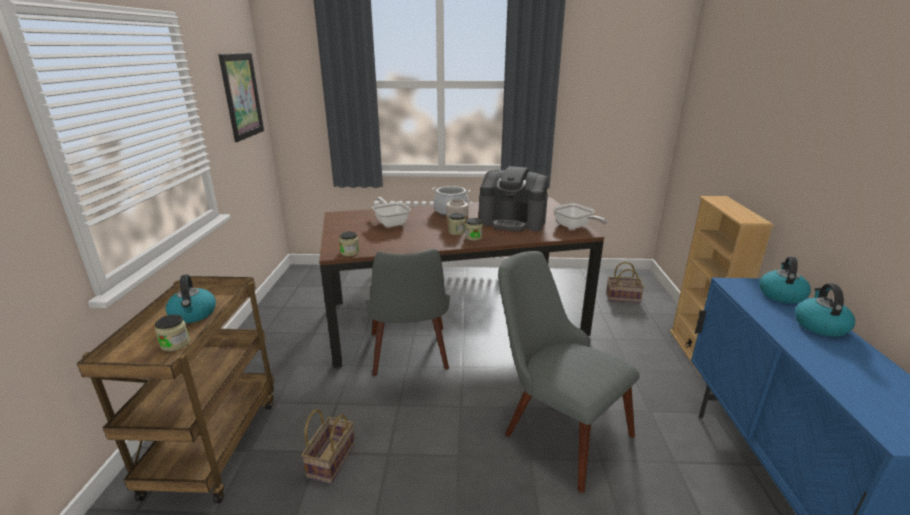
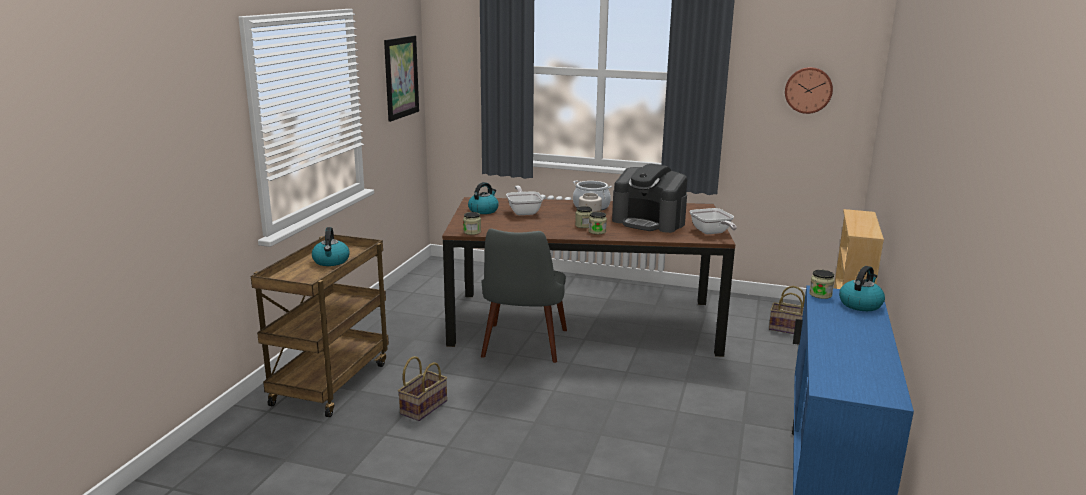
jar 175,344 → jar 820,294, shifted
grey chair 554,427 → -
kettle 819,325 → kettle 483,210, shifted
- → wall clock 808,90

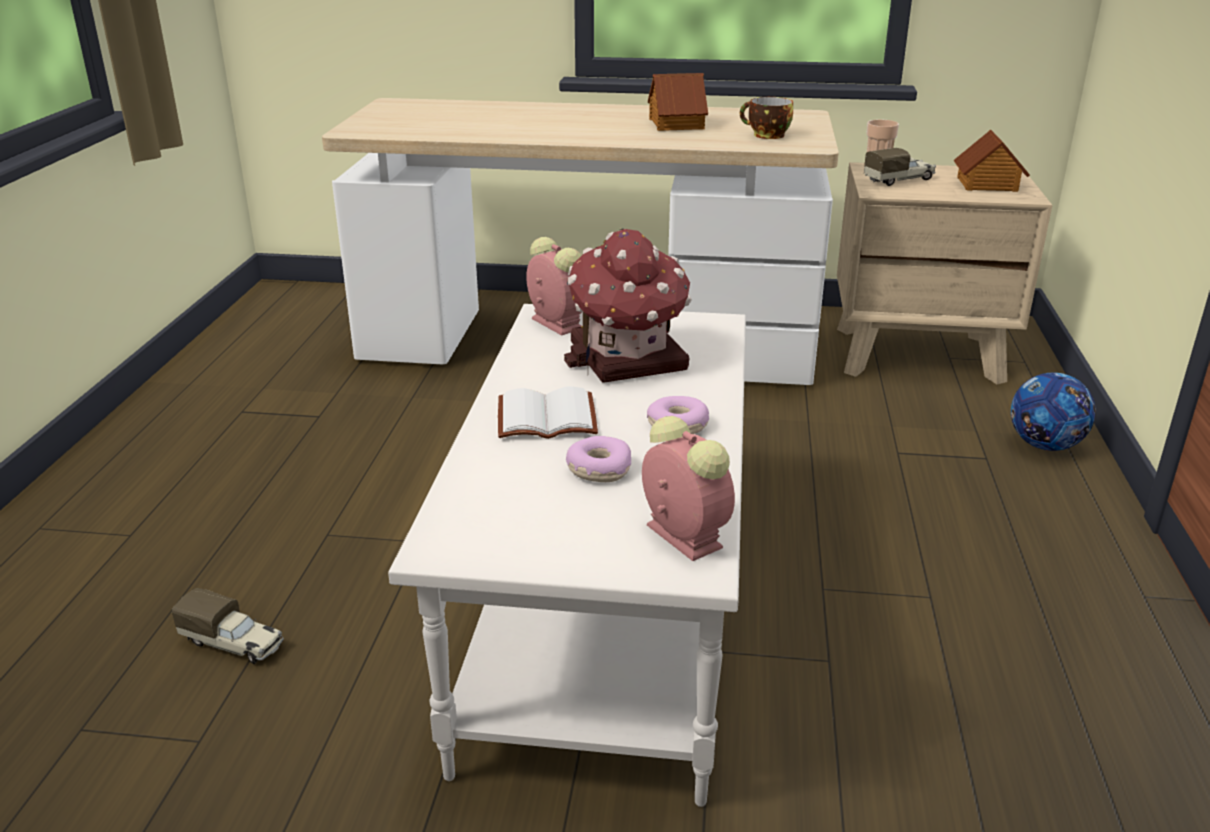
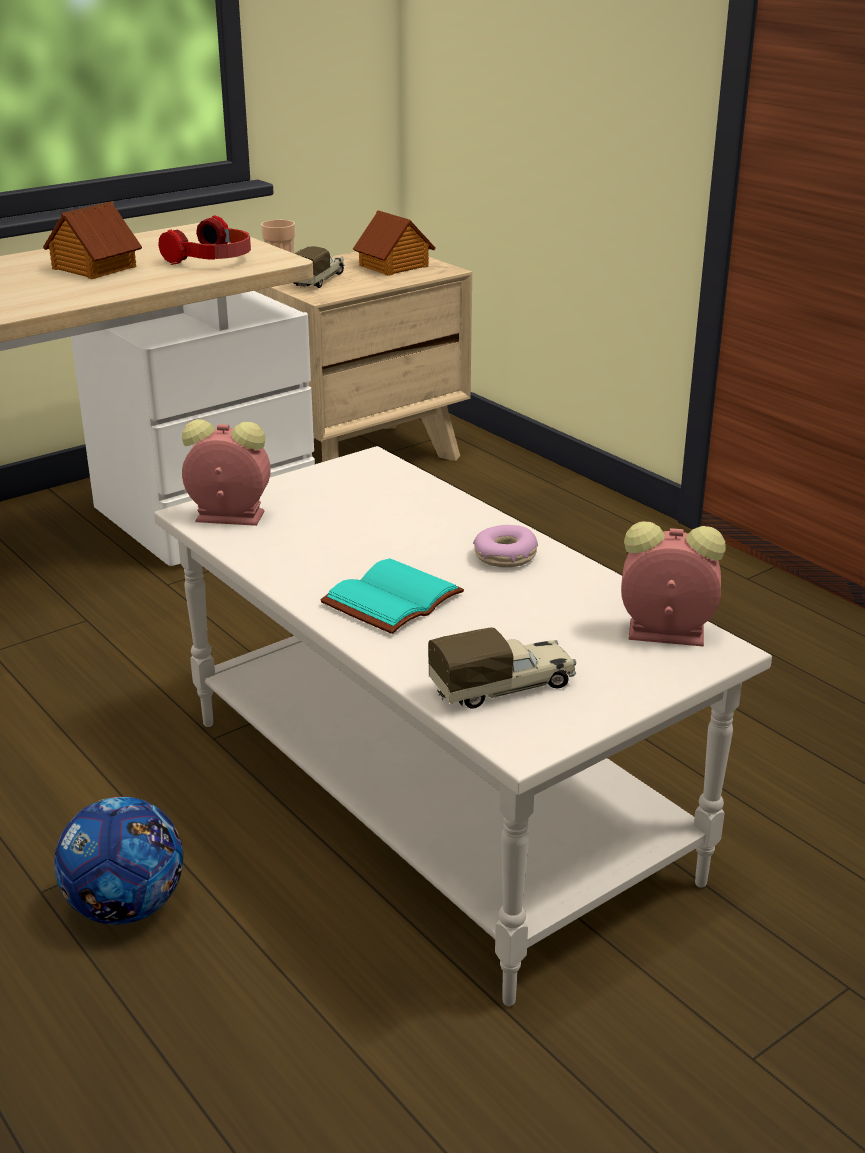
toy truck 234,644 → toy truck 504,687, shifted
white book 548,416 → turquoise book 391,598
toy house 628,358 → -
donut 598,469 → -
cup 766,136 → headphones 213,259
football 1044,445 → football 126,907, shifted

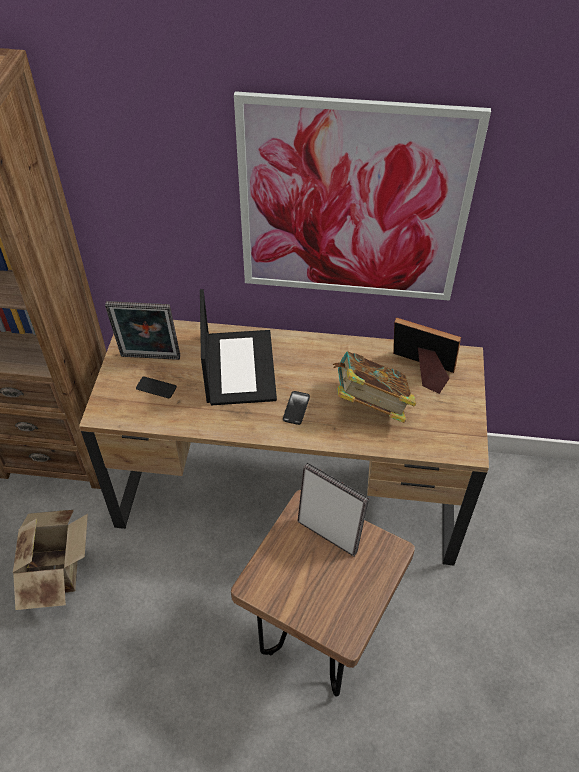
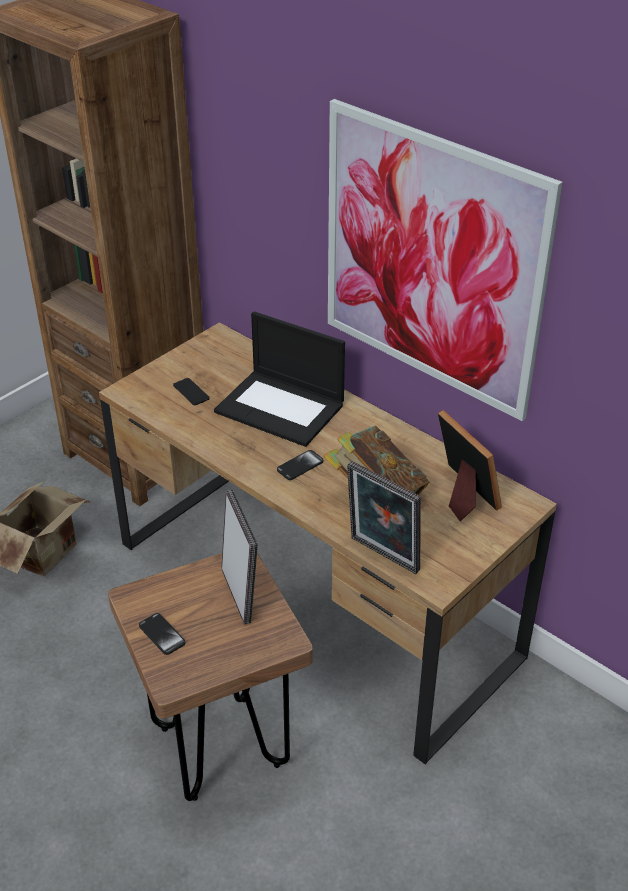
picture frame 150,359 → picture frame 382,557, shifted
laptop 238,366 → laptop 281,408, 90 degrees clockwise
- → phone 162,635

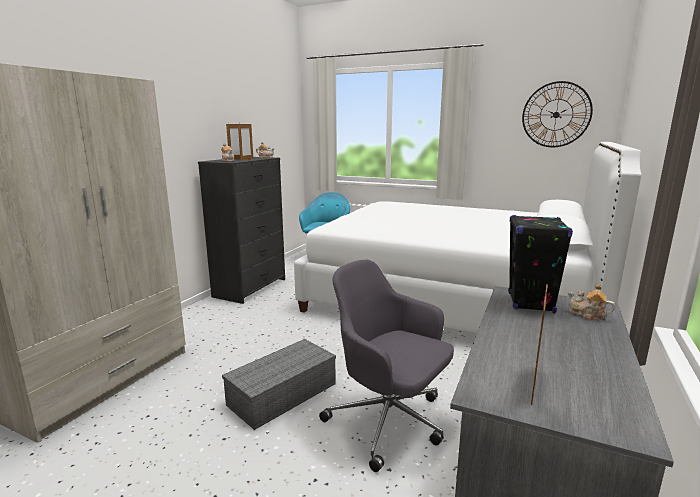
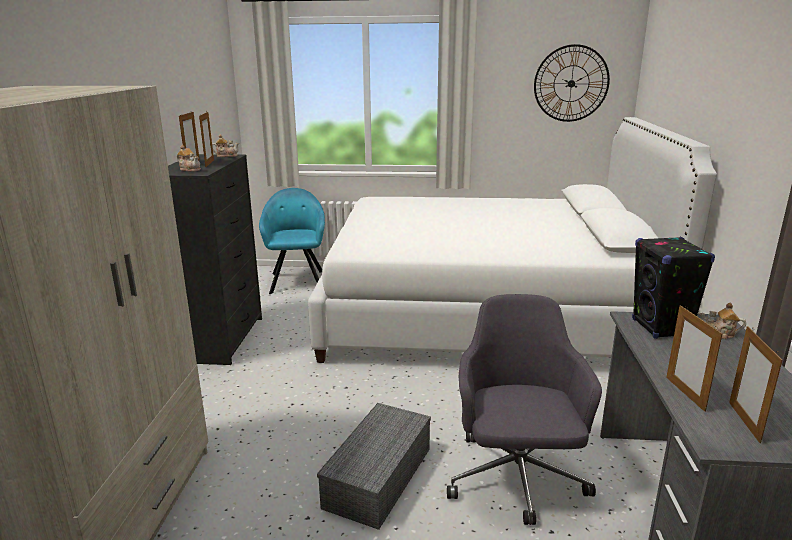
grey office chair 389,421 → grey office chair 516,479, 75 degrees clockwise
- → picture frame 685,393

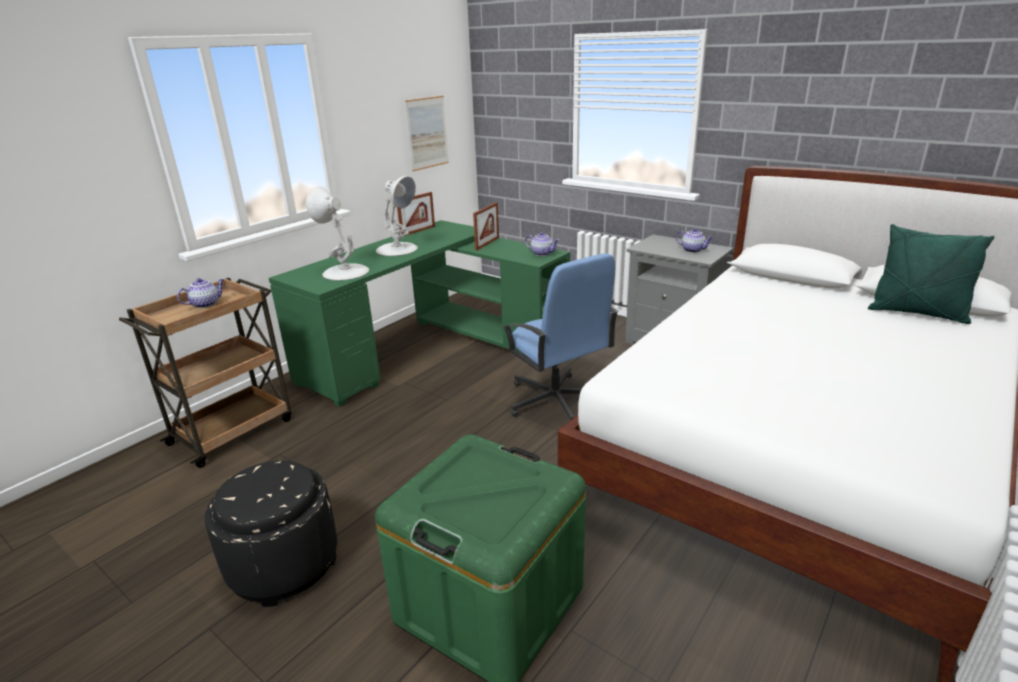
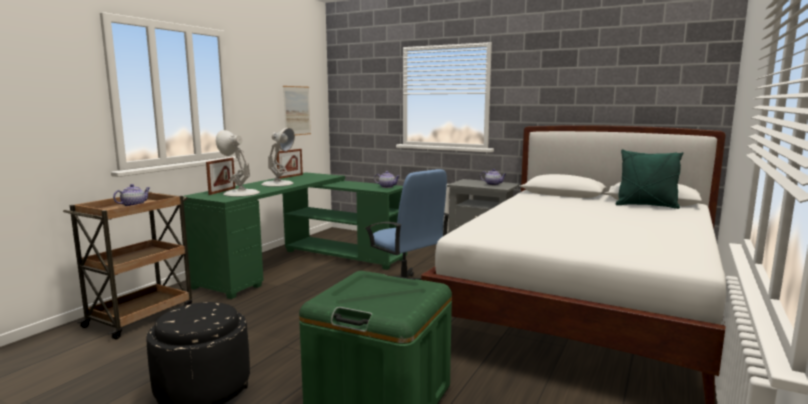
picture frame 487,243 → picture frame 222,191, shifted

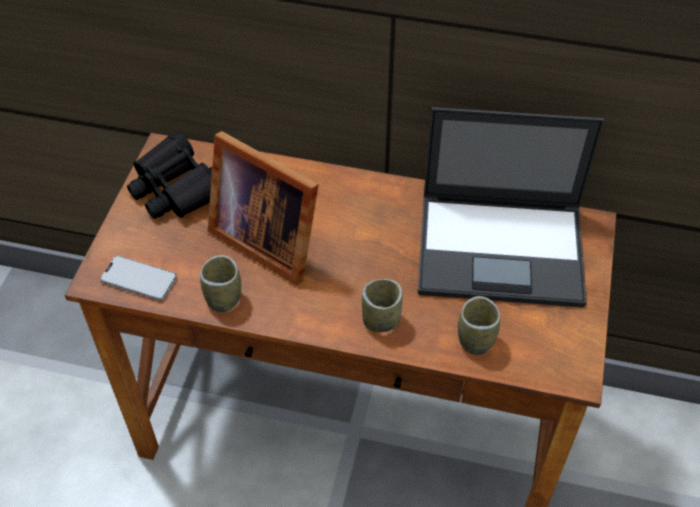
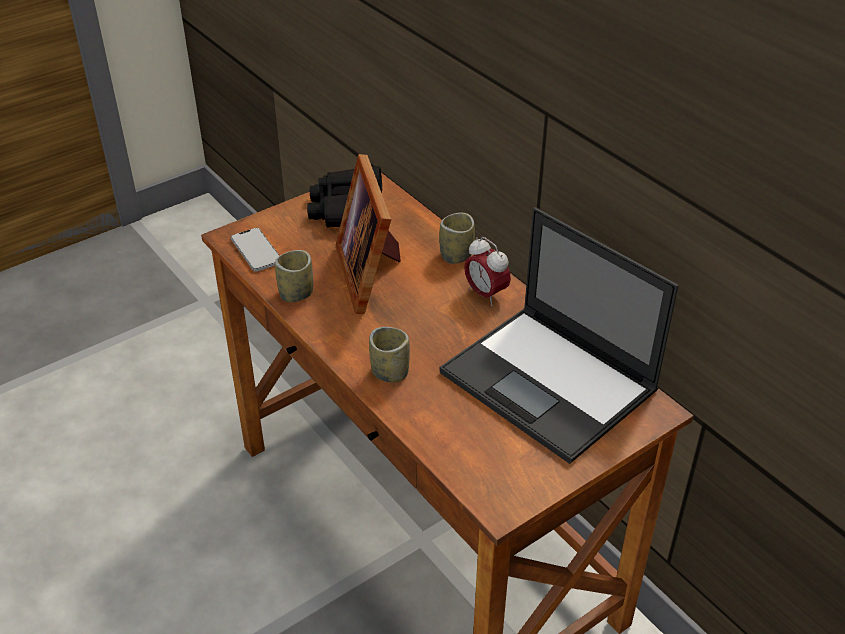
cup 475,340 → cup 456,255, shifted
- → alarm clock 485,294

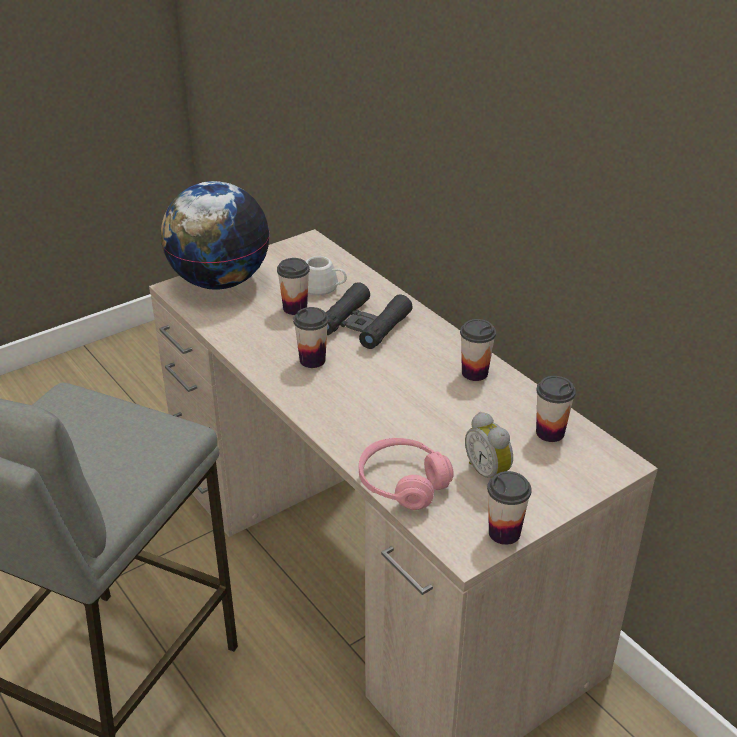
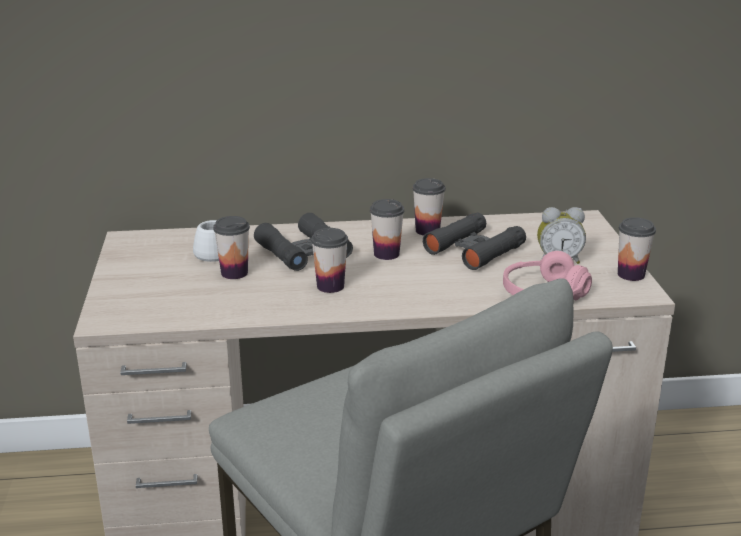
globe 219,281 → -
cup 550,433 → cup 386,254, shifted
- → black binoculars 474,249

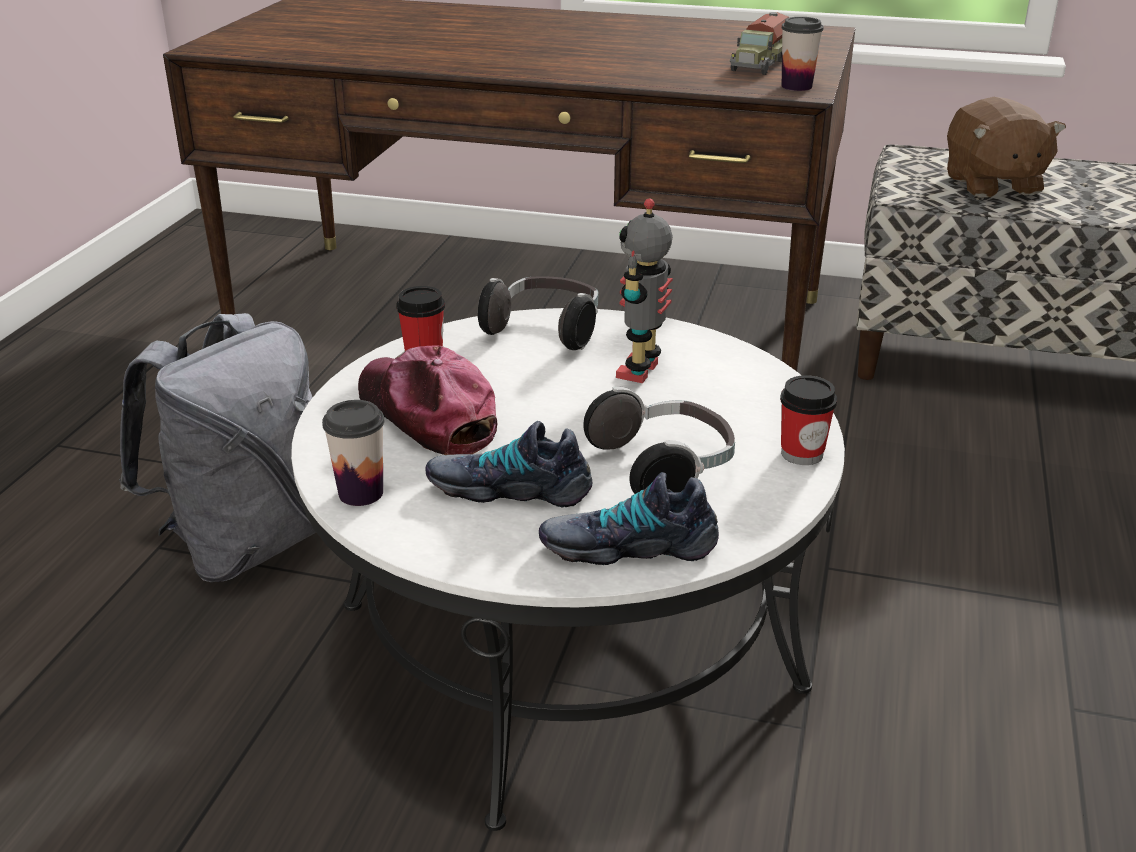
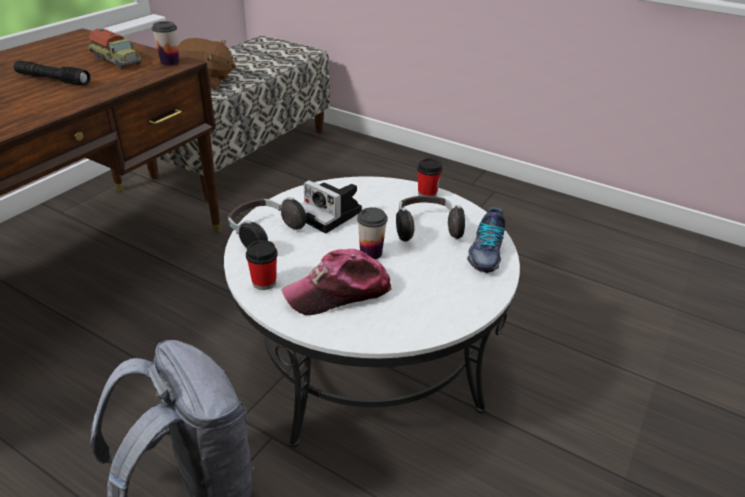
cup 361,493 → cup 371,253, shifted
shoe 509,488 → -
toy robot 641,371 → photo camera 331,215
- → black flashlight 53,80

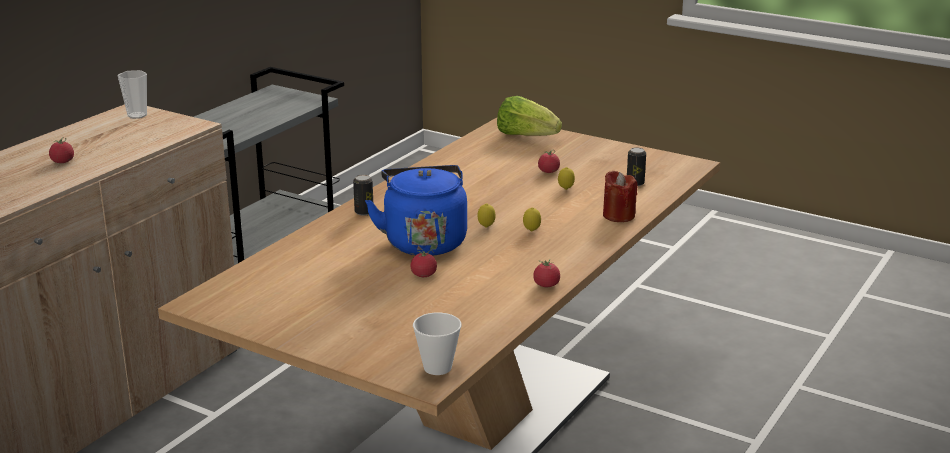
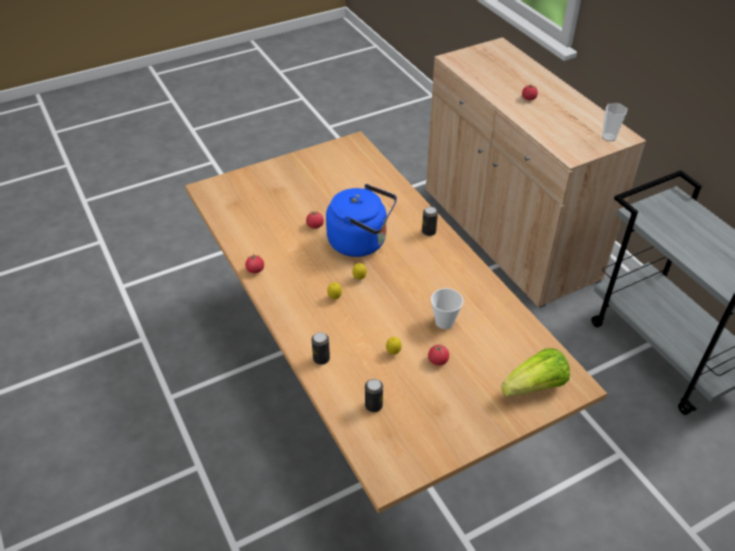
cup 437,367 → cup 444,322, shifted
red candle 618,215 → can 321,359

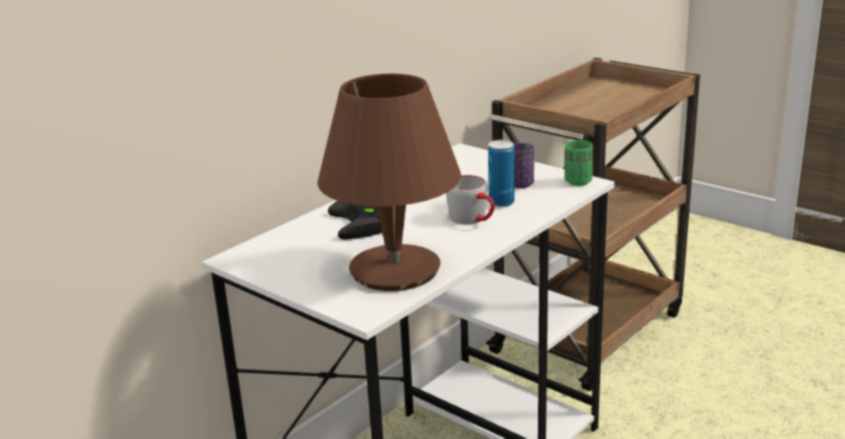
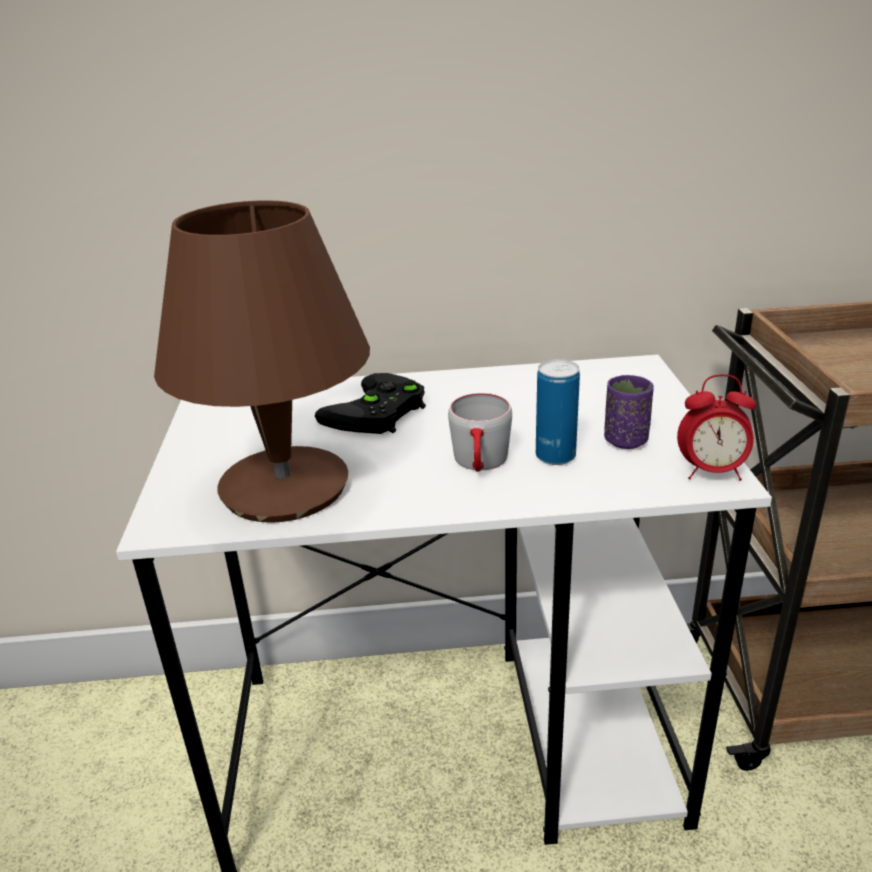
green cup 578,181 → alarm clock 711,472

